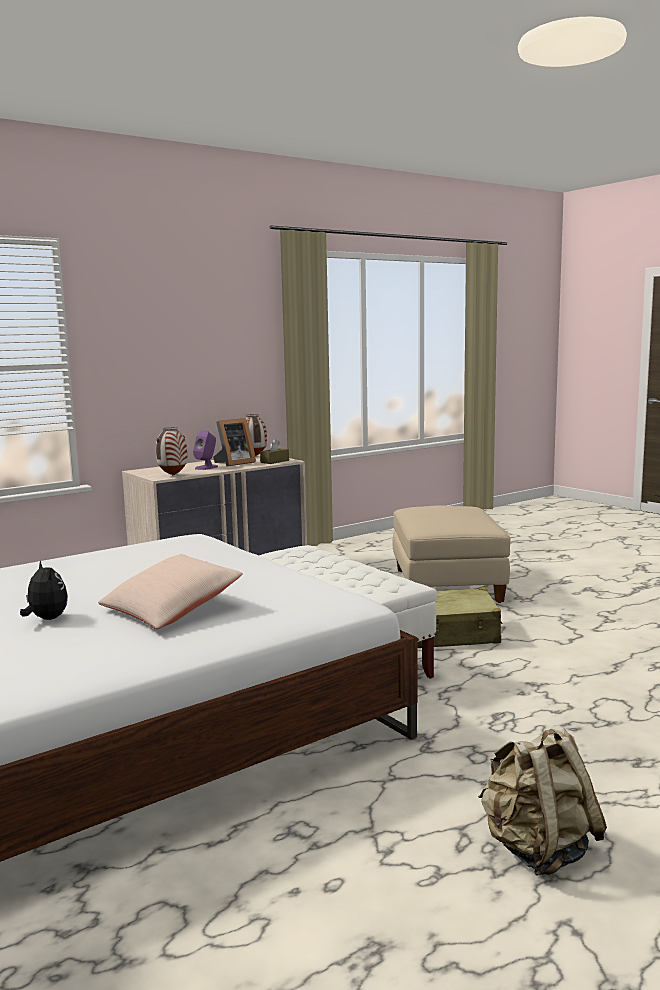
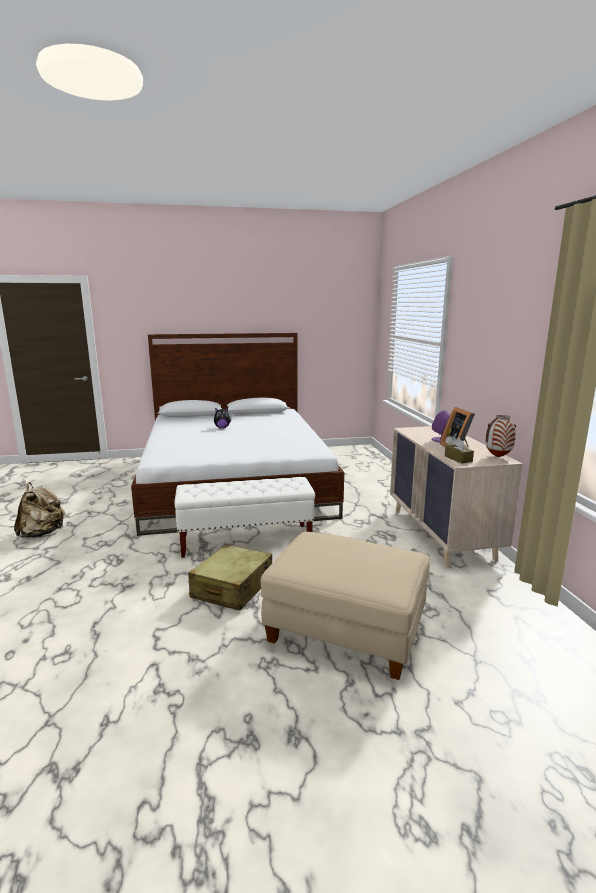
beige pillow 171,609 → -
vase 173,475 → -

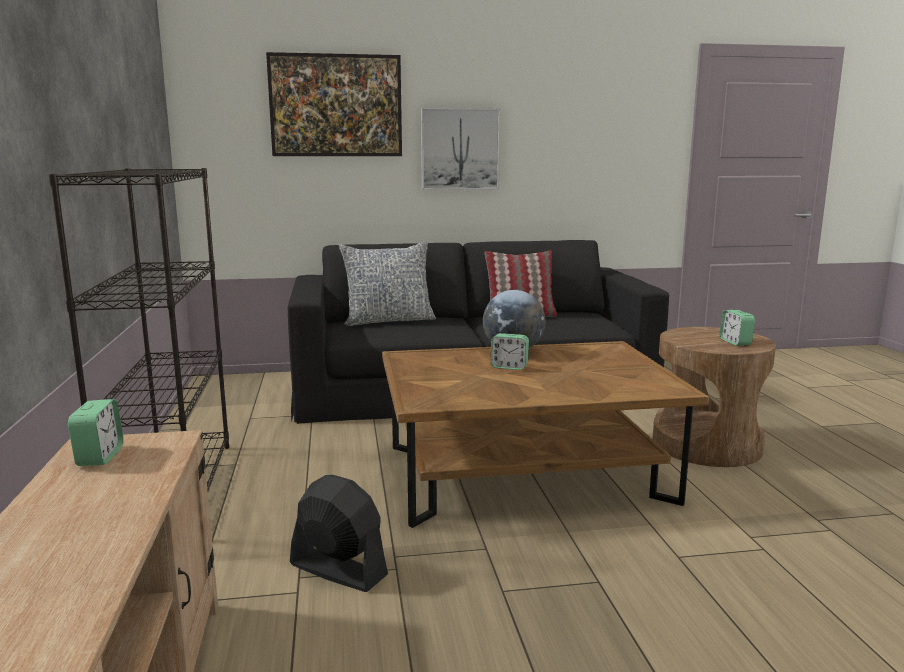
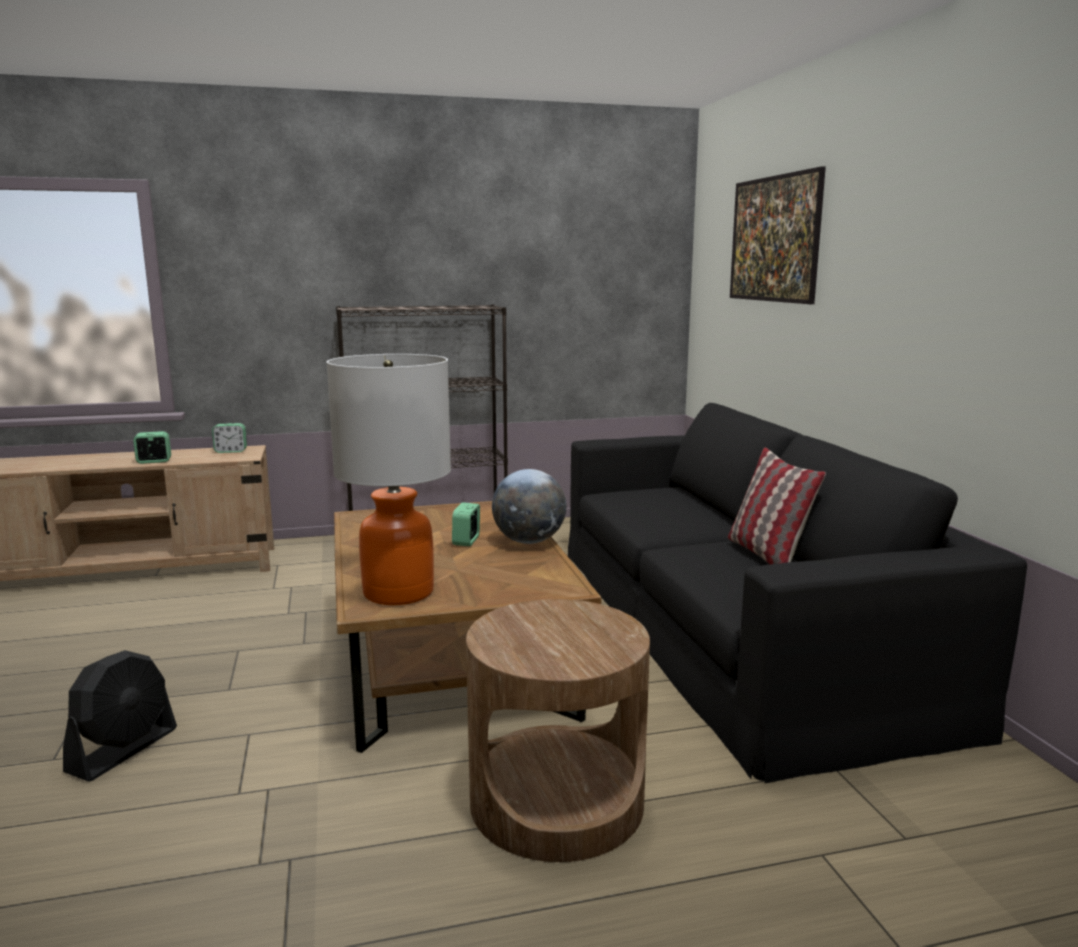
black fan 338,570 → black fan 123,750, shifted
pillow 388,321 → -
picture 460,149 → -
alarm clock 735,342 → alarm clock 154,461, shifted
- → table lamp 399,592

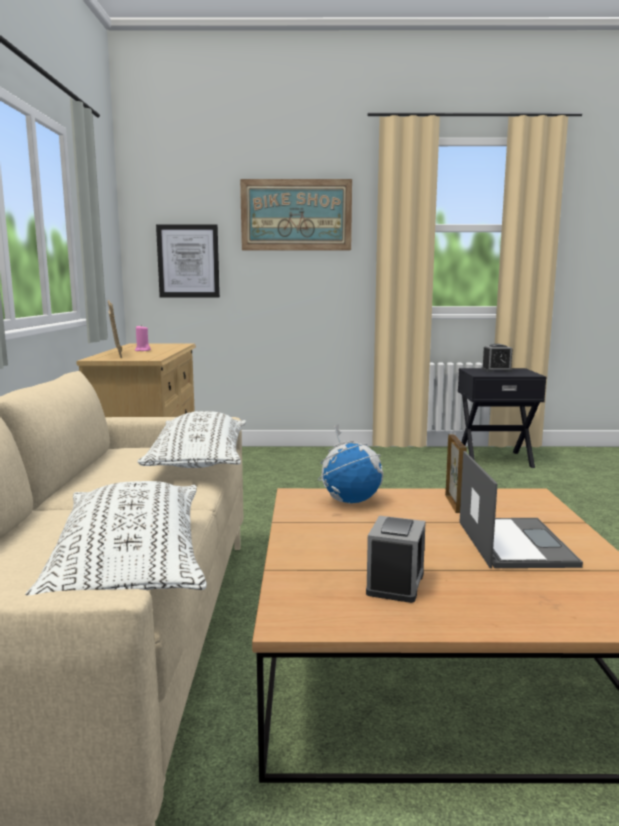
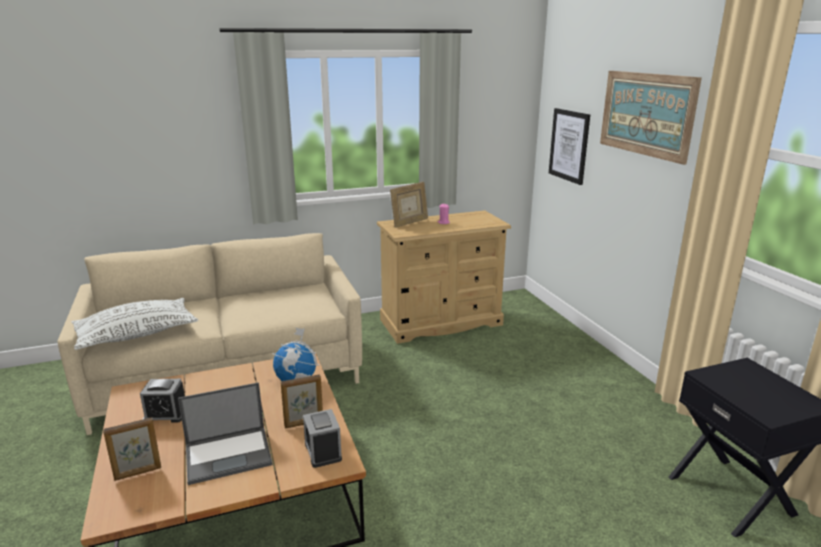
white pillow 199,460 → -
alarm clock 496,370 → alarm clock 323,451, shifted
- → picture frame 138,473

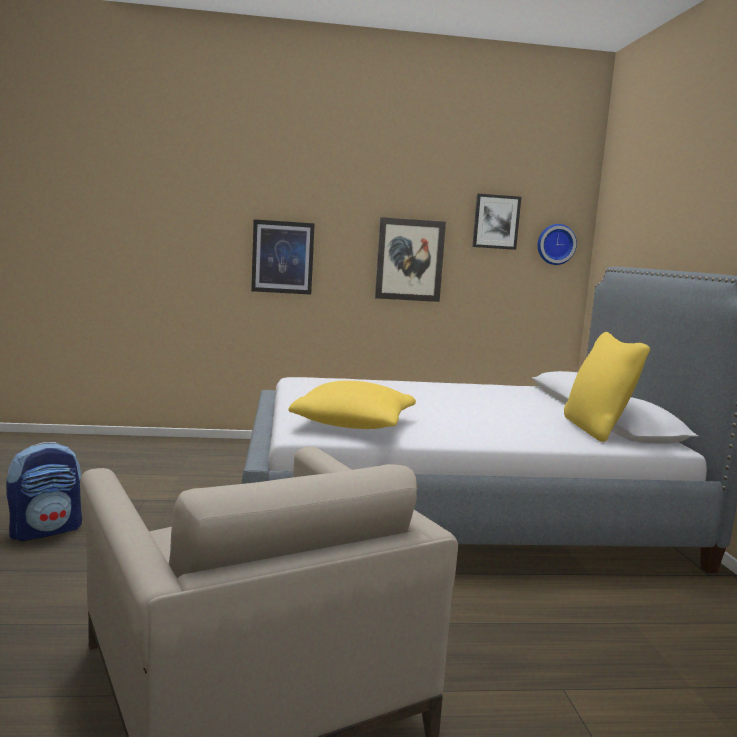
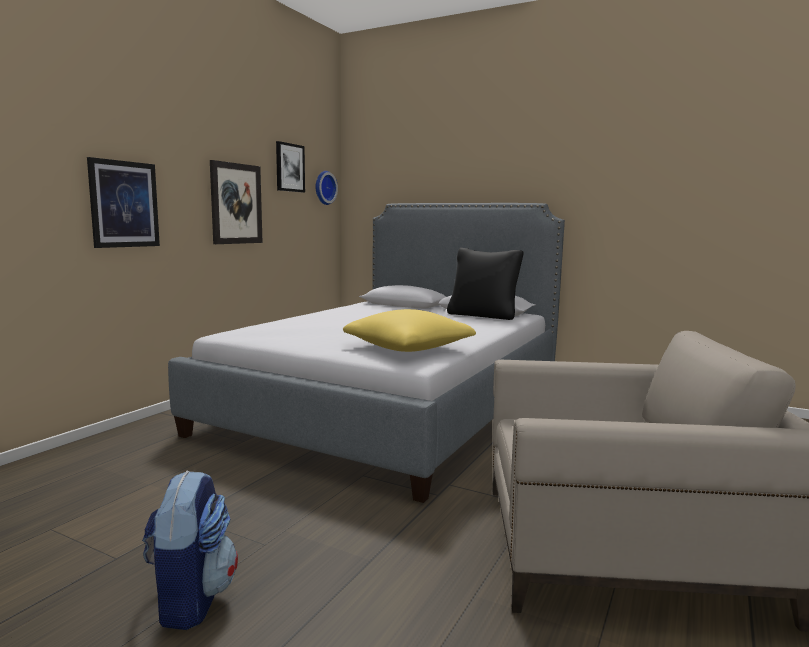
yellow pillow 597,430 → black pillow 483,315

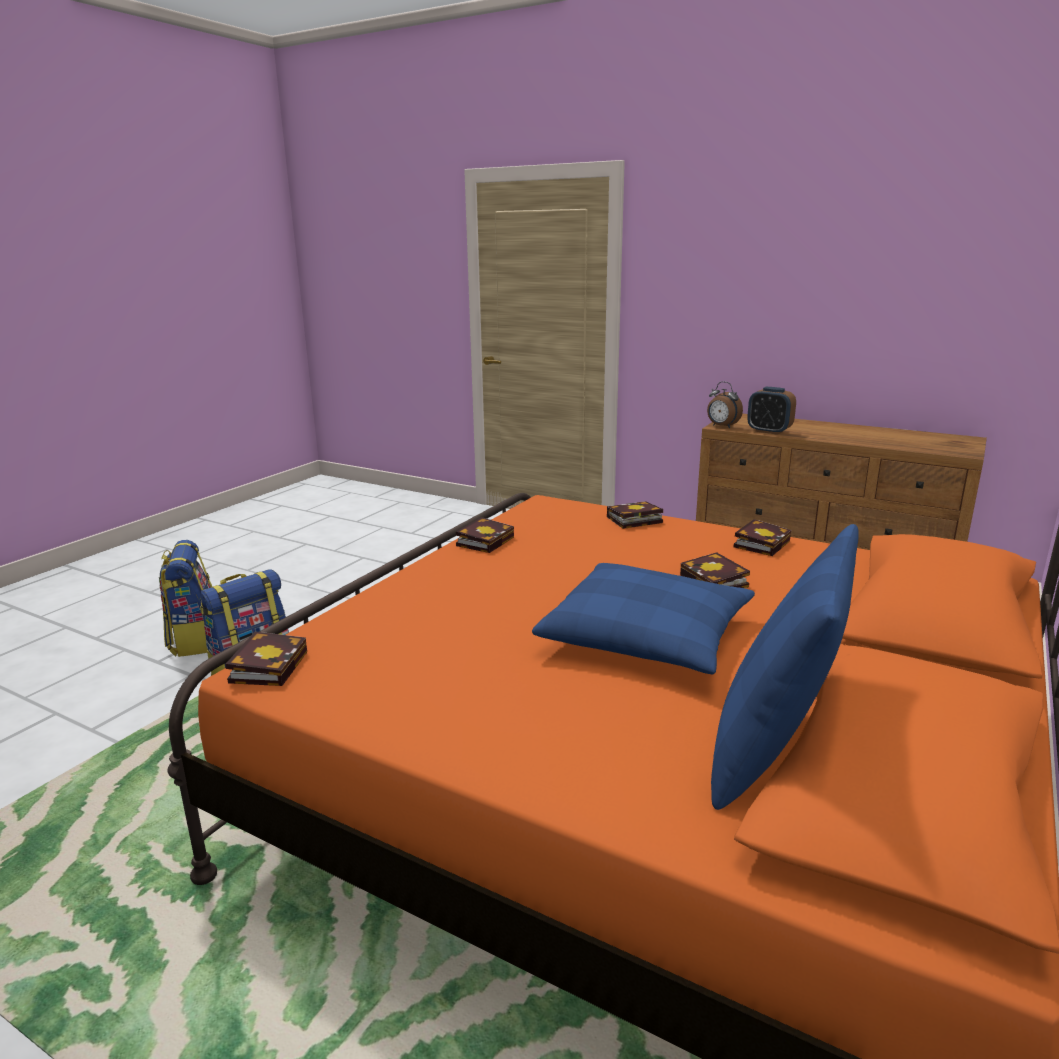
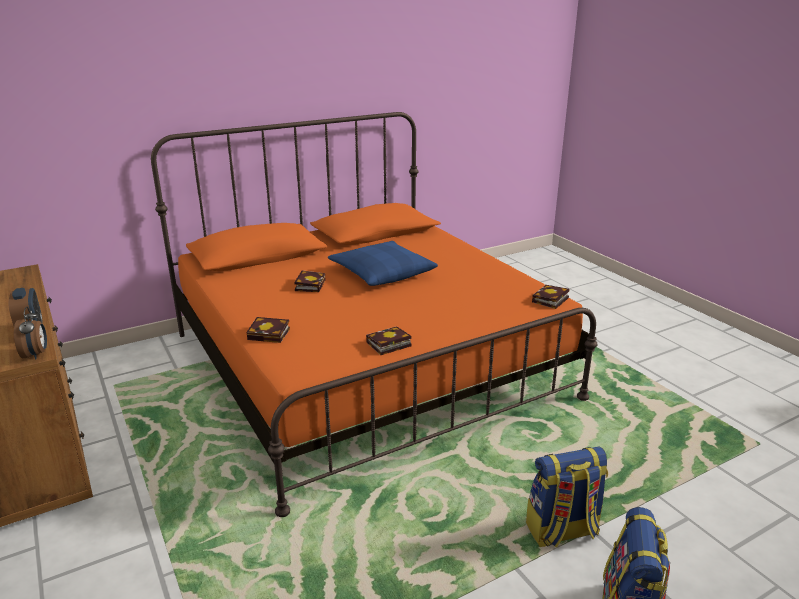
blue pillow 773,750 → -
book 761,543 → -

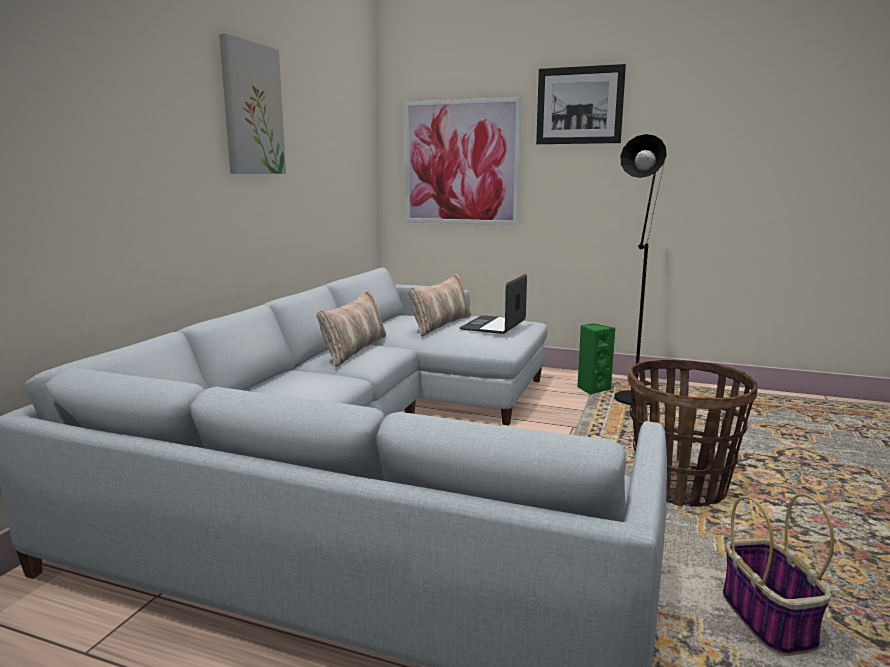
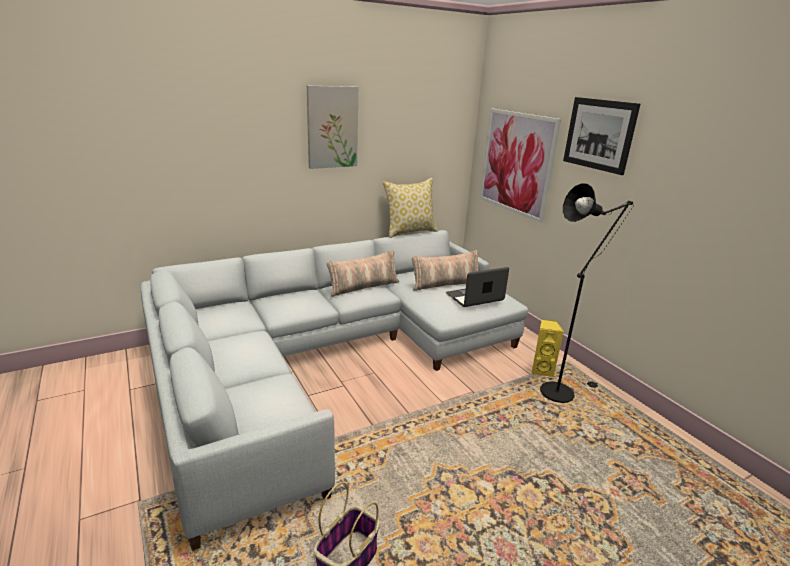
green speaker 592,389 → yellow speaker 541,371
basket 680,486 → -
- → pillow 409,232

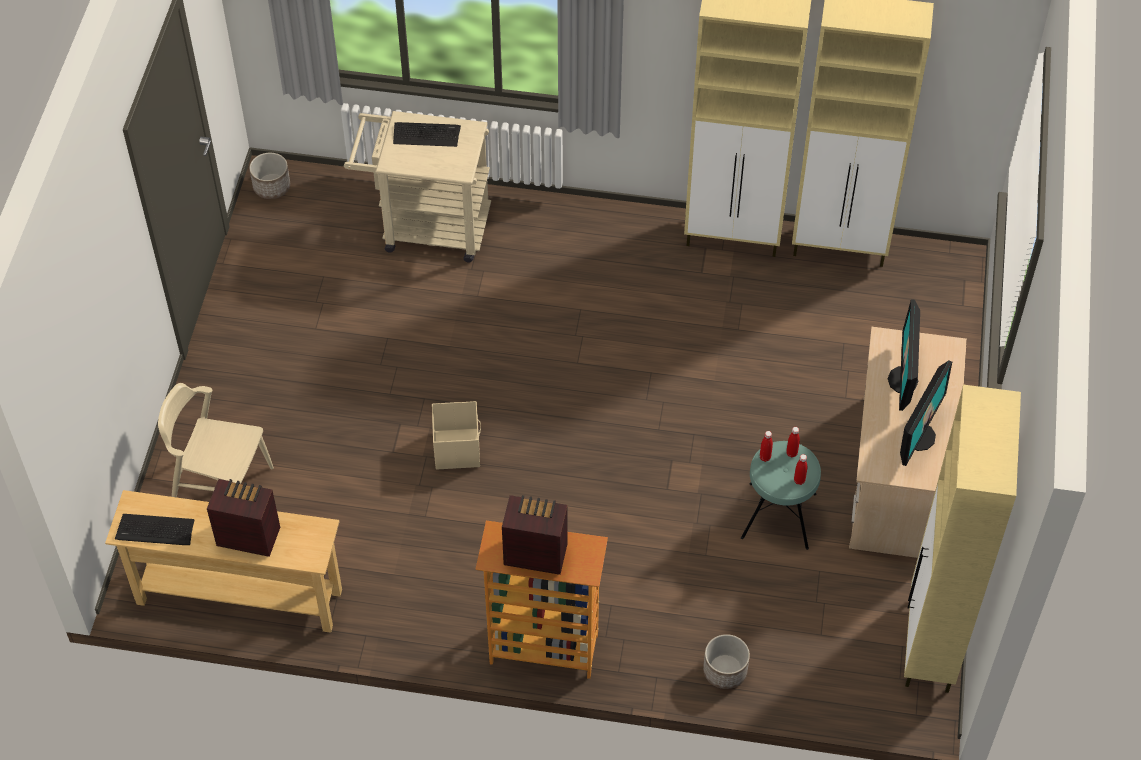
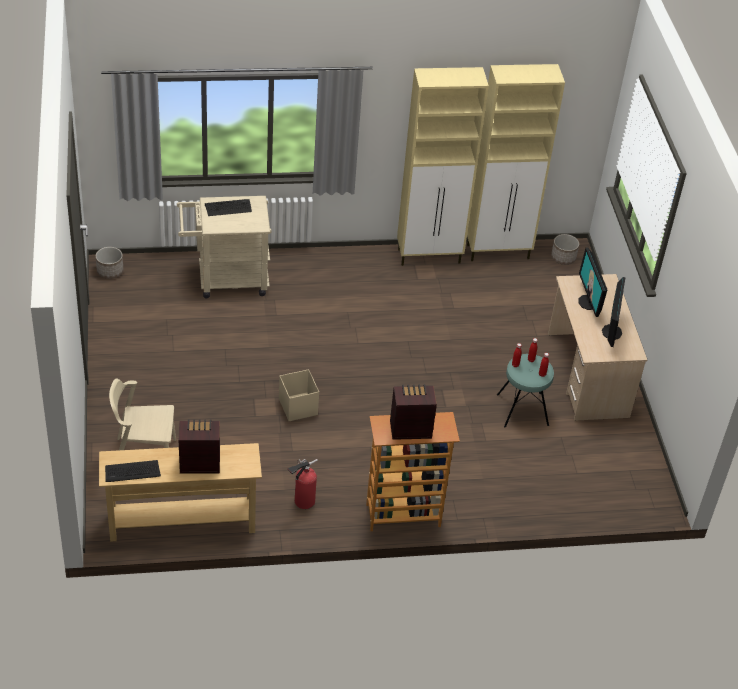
planter 725,671 → planter 563,258, shifted
beige cabinet 929,645 → -
- → fire extinguisher 302,502

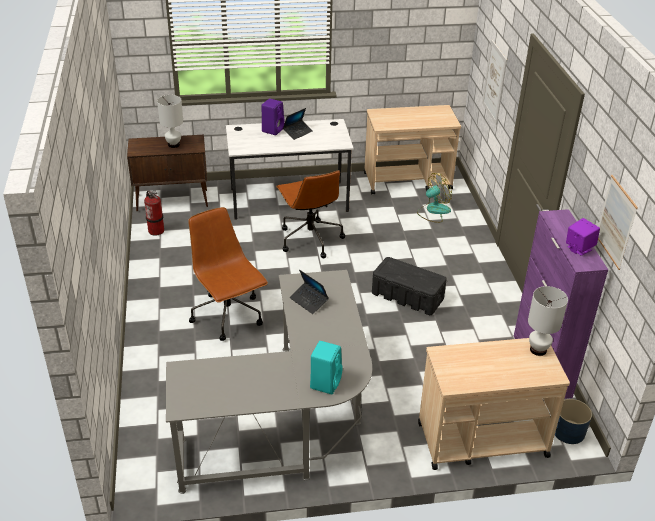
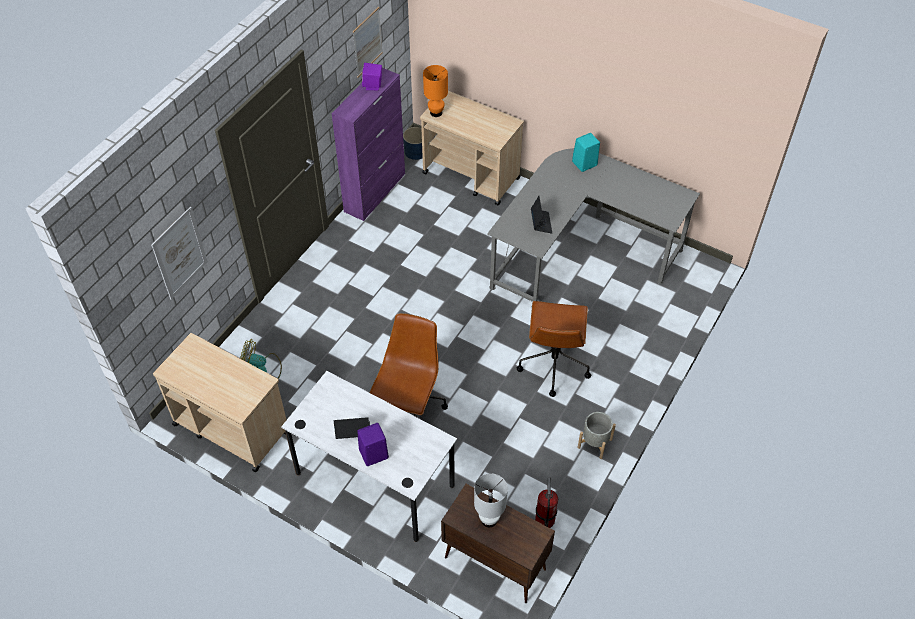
black storage box 408,296 → -
white table lamp 538,349 → orange table lamp 436,113
- → grey planter 595,443

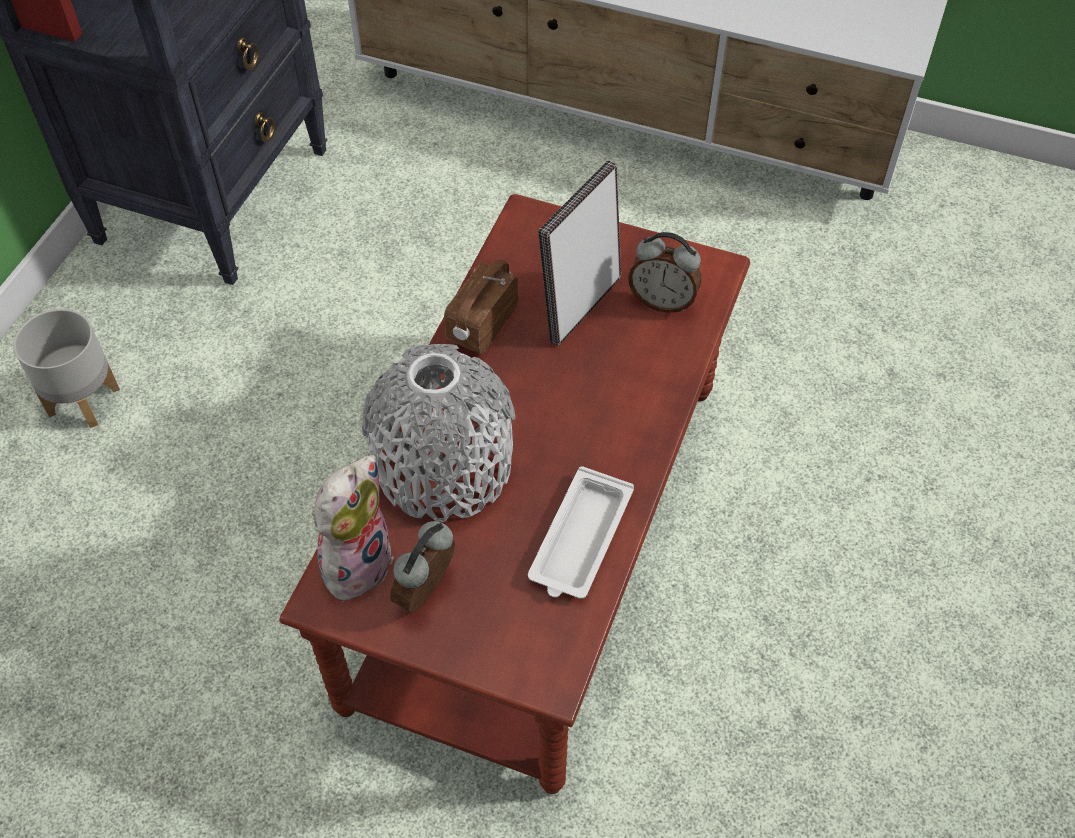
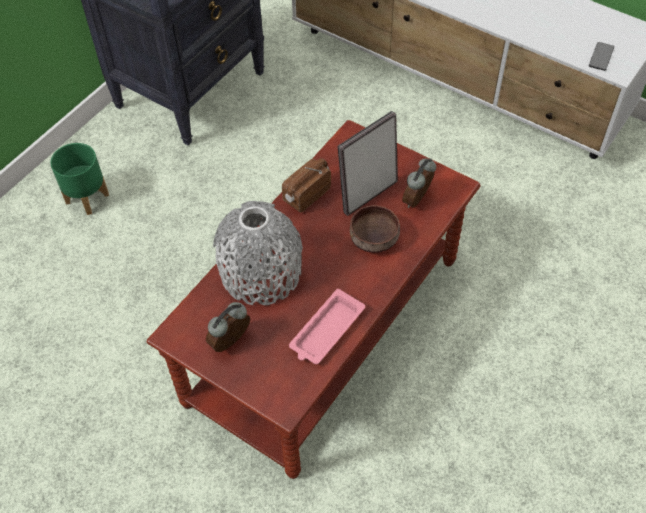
grey planter 84,399 → green planter 88,197
plush toy 355,561 → -
white tray 580,540 → pink tray 326,331
alarm clock 662,301 → alarm clock 418,200, 90 degrees clockwise
- → brown bowl 372,238
- → phone 601,57

